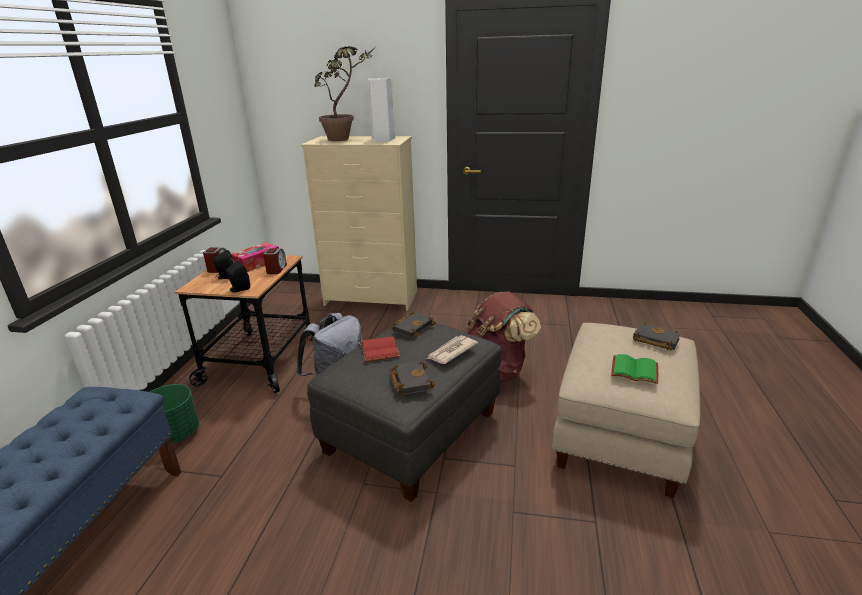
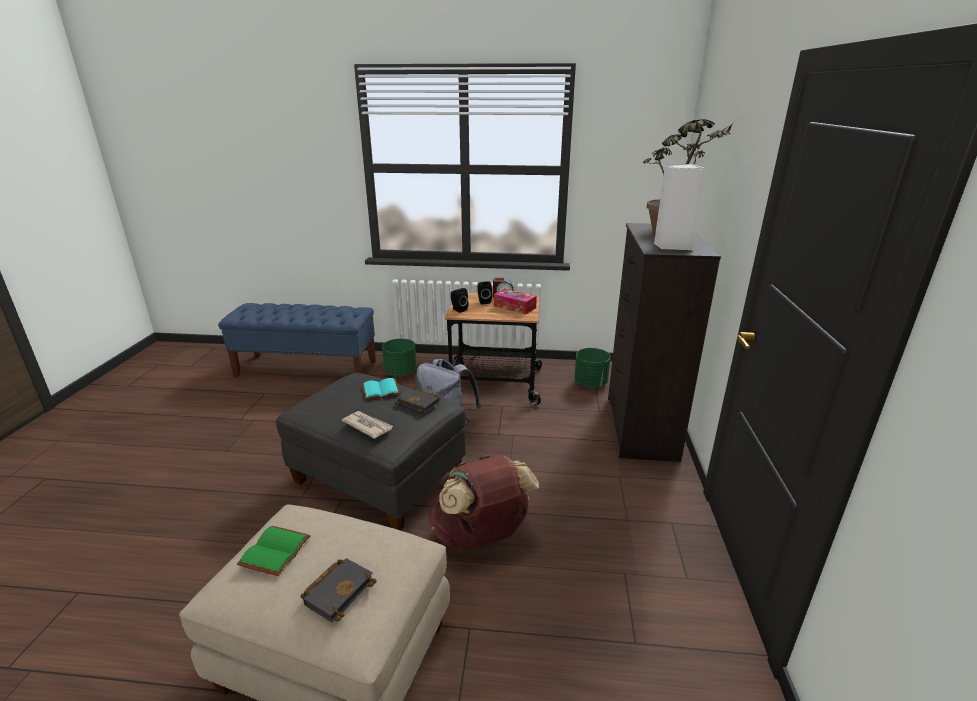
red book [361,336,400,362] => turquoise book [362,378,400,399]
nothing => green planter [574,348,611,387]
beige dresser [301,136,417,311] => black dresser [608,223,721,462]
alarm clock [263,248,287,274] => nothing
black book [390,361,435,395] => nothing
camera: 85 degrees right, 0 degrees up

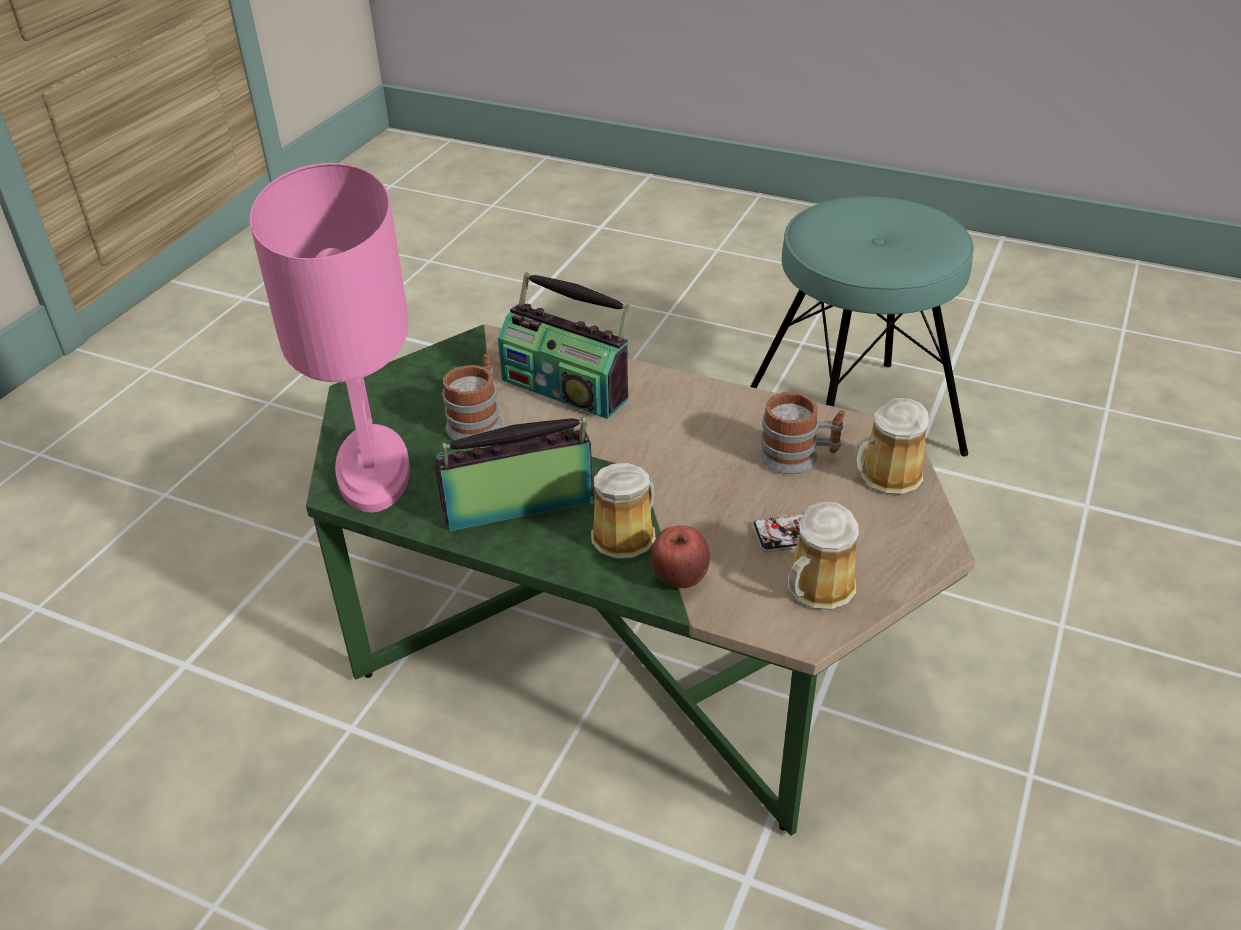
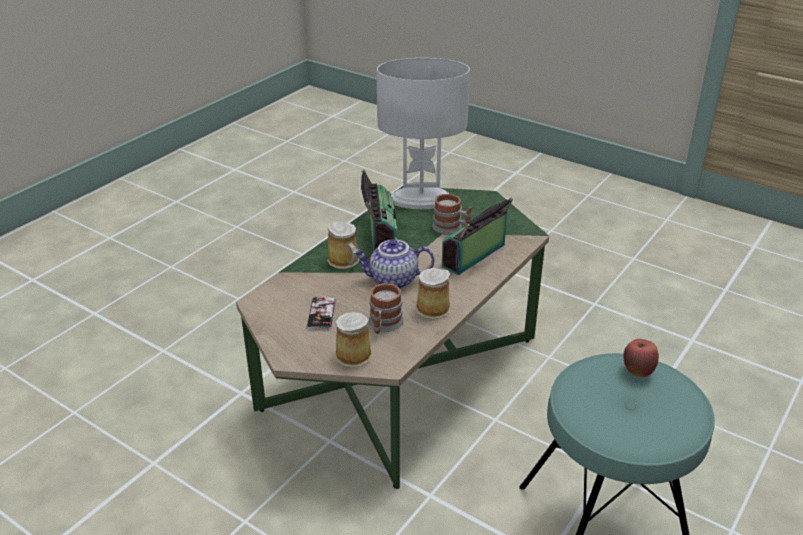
nothing => teapot [352,239,434,289]
pink table lamp [250,163,410,513] => white table lamp [377,58,470,209]
mug [788,502,859,609] => mug [415,268,451,320], moved
apple [651,525,710,588] => apple [623,339,659,377], moved
camera: 100 degrees right, 5 degrees down

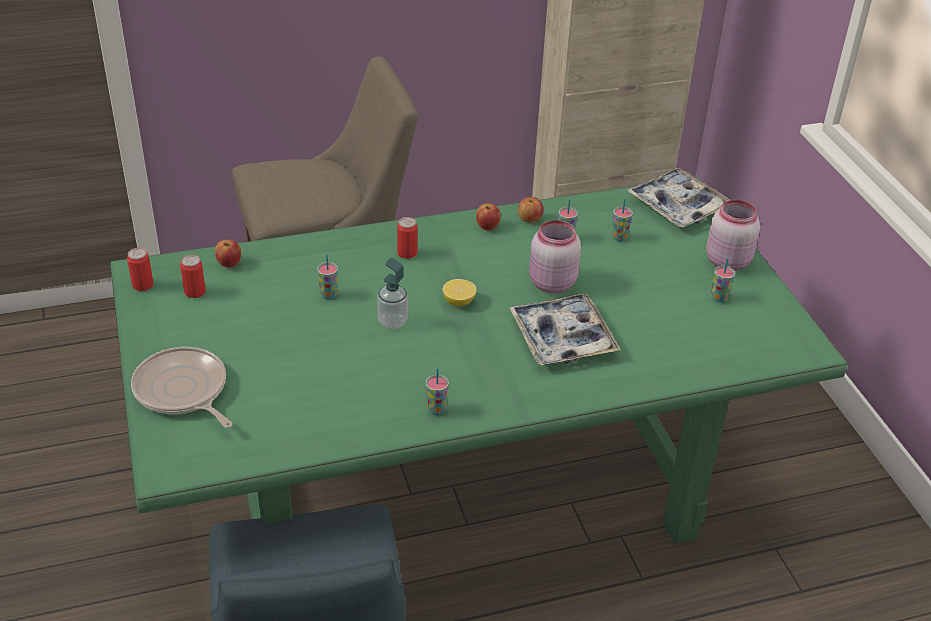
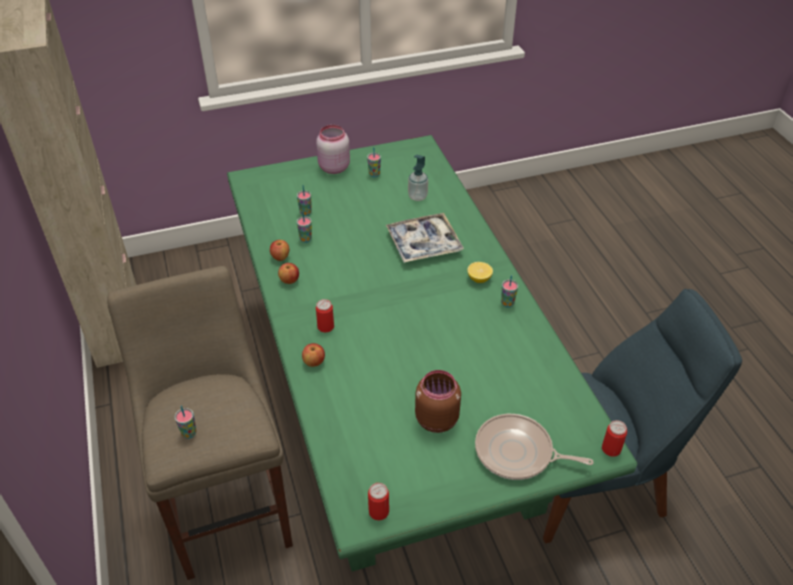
cup [317,254,338,299] => cup [175,406,197,439], moved
apple [215,239,241,268] => apple [302,343,325,367], moved
soap dispenser [377,258,408,329] => soap dispenser [408,154,428,201], moved
nothing => brown jar [415,370,461,433]
lemon [443,279,476,306] => lemon [467,262,493,283], moved
frying pan [131,347,233,428] => frying pan [475,414,594,480], 60 degrees clockwise
can [180,255,206,298] => can [602,420,627,457], moved
pink jar [529,220,581,293] => nothing
tray [626,168,729,228] => nothing
camera: 90 degrees left, 5 degrees up

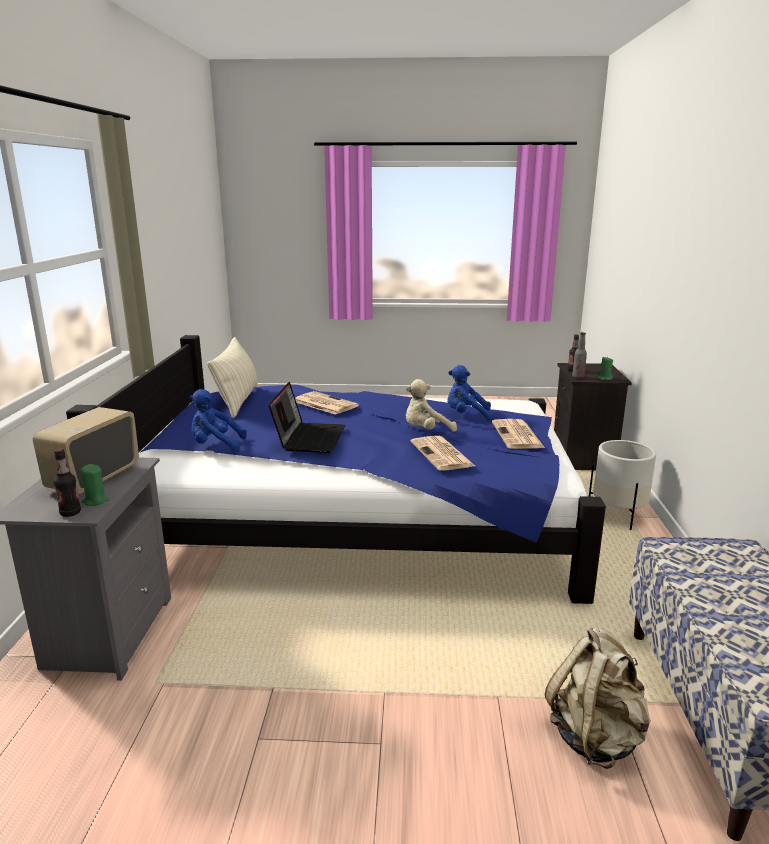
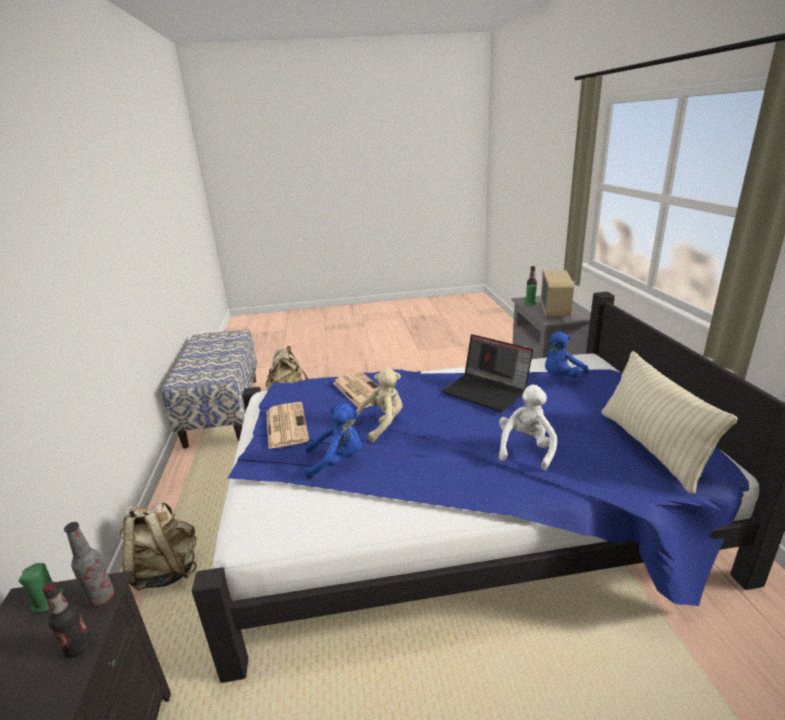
white planter [589,440,656,530] => beige backpack [120,502,197,590]
laptop [268,382,345,453] => laptop [442,334,533,412], 45 degrees counterclockwise
newspaper [295,391,359,415] => white plush toy [499,384,558,471]
blue plush toy [190,389,247,451] => blue plush toy [545,331,589,378], 150 degrees clockwise
camera: 170 degrees right, 5 degrees up

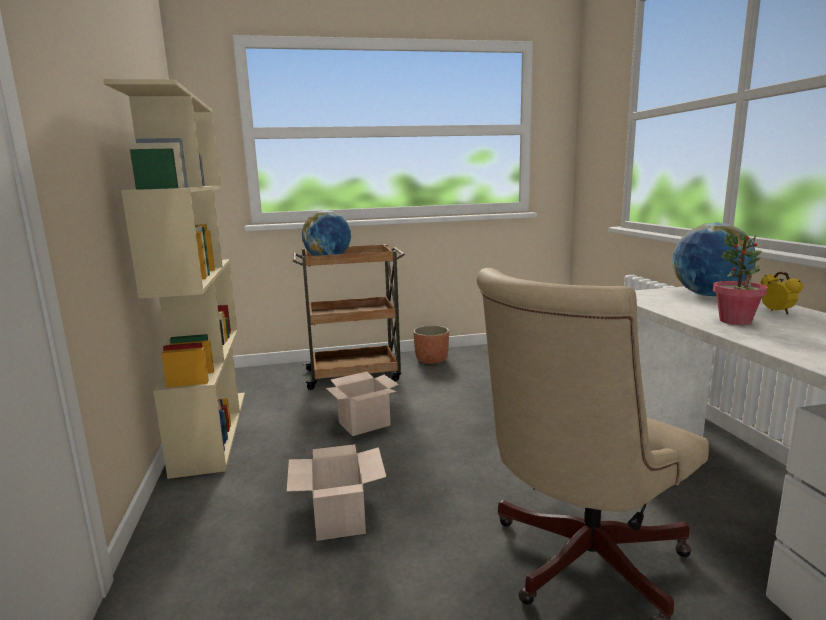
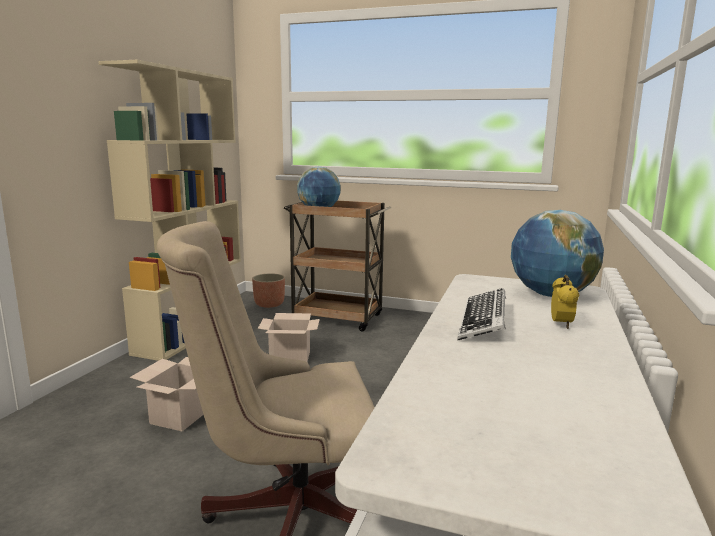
planter [413,326,449,364] => planter [252,273,285,308], moved
potted plant [713,233,768,325] => keyboard [458,288,506,340]
camera: 30 degrees right, 0 degrees up

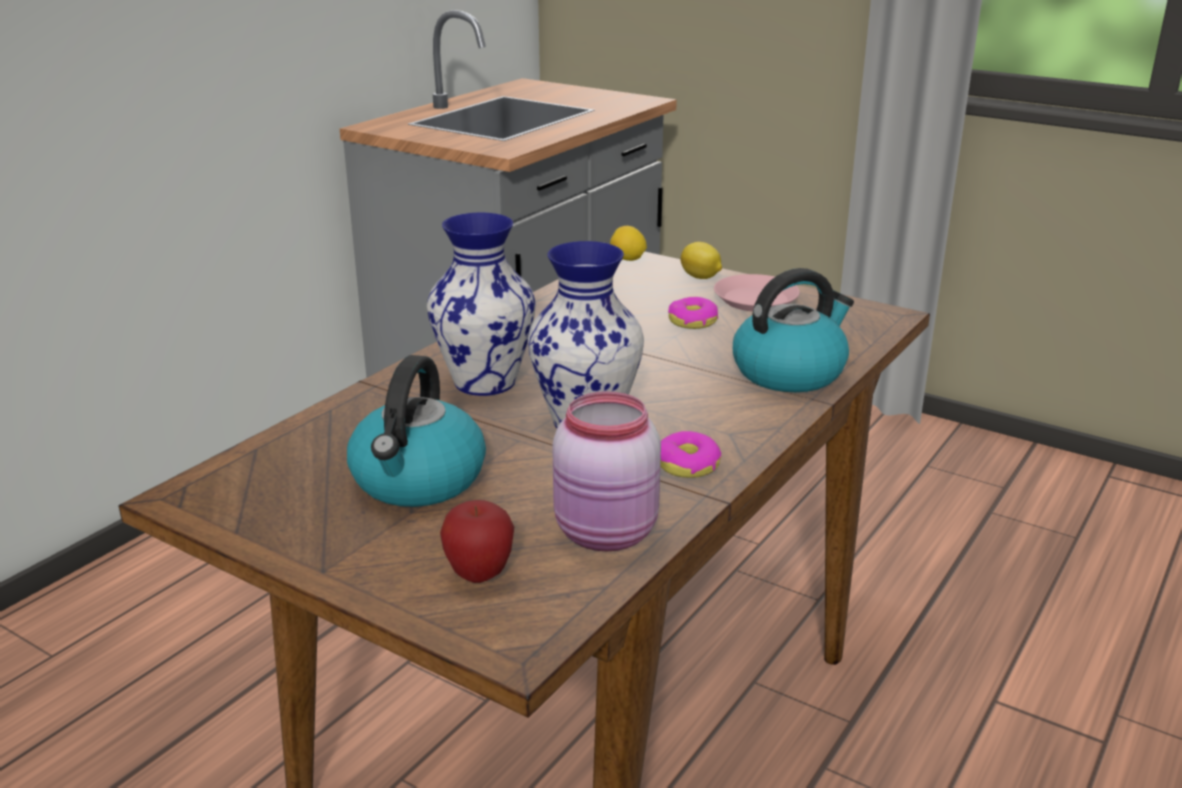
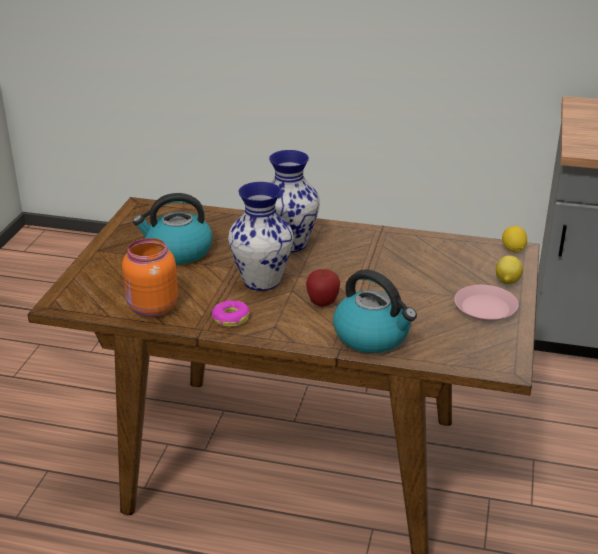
pink jar [552,391,661,551] => orange jar [122,238,178,317]
apple [440,500,514,583] => apple [306,269,340,307], moved
donut [668,297,718,329] => nothing
camera: 70 degrees right, 5 degrees up

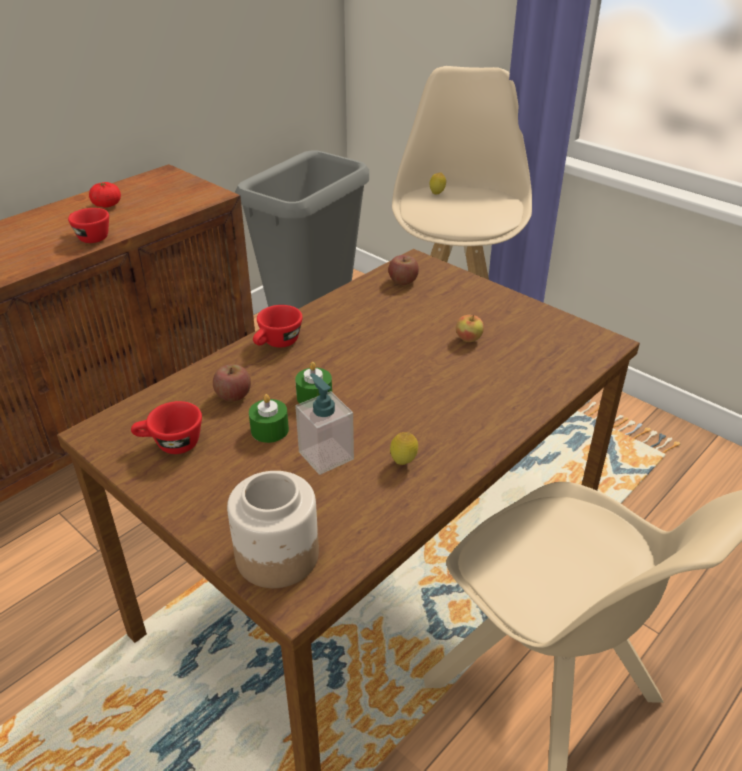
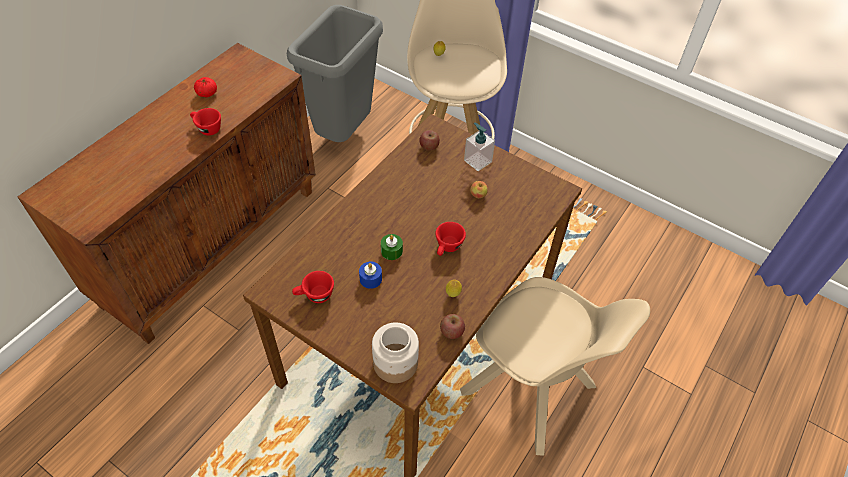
green candle [249,394,289,443] => blue candle [359,262,382,289]
red cup [253,305,303,348] => red cup [435,222,466,256], moved
apple [213,364,251,402] => apple [440,314,465,339], moved
soap dispenser [295,373,354,475] => soap dispenser [464,123,495,171], moved
camera: 10 degrees left, 15 degrees up

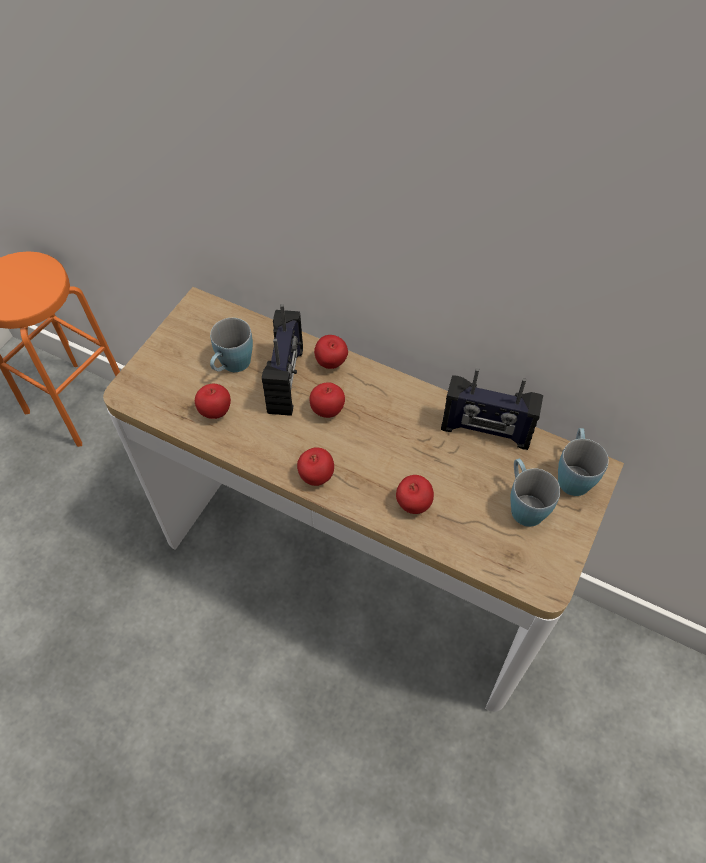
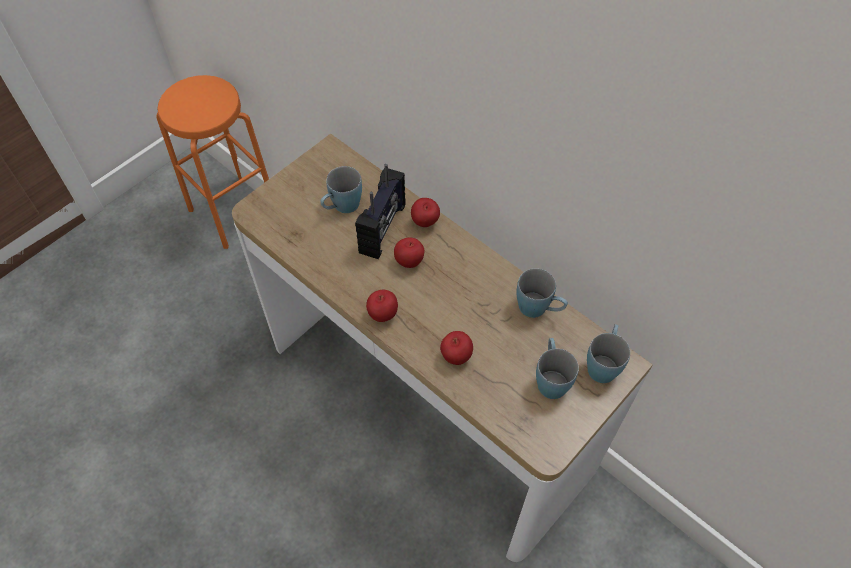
radio [441,368,543,450] => blue mug [516,268,568,318]
apple [195,384,231,419] => nothing
camera: 15 degrees right, 0 degrees up

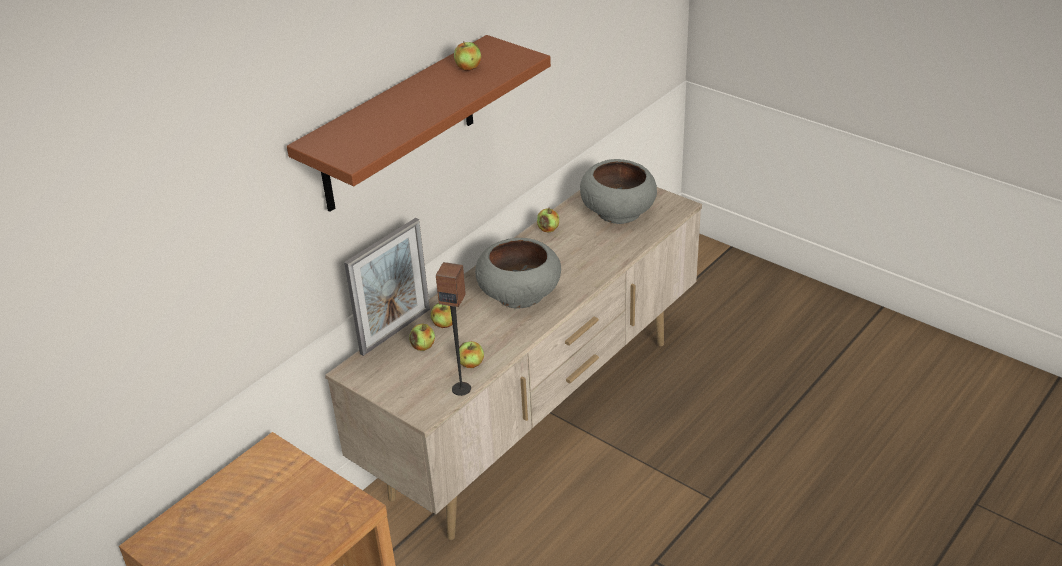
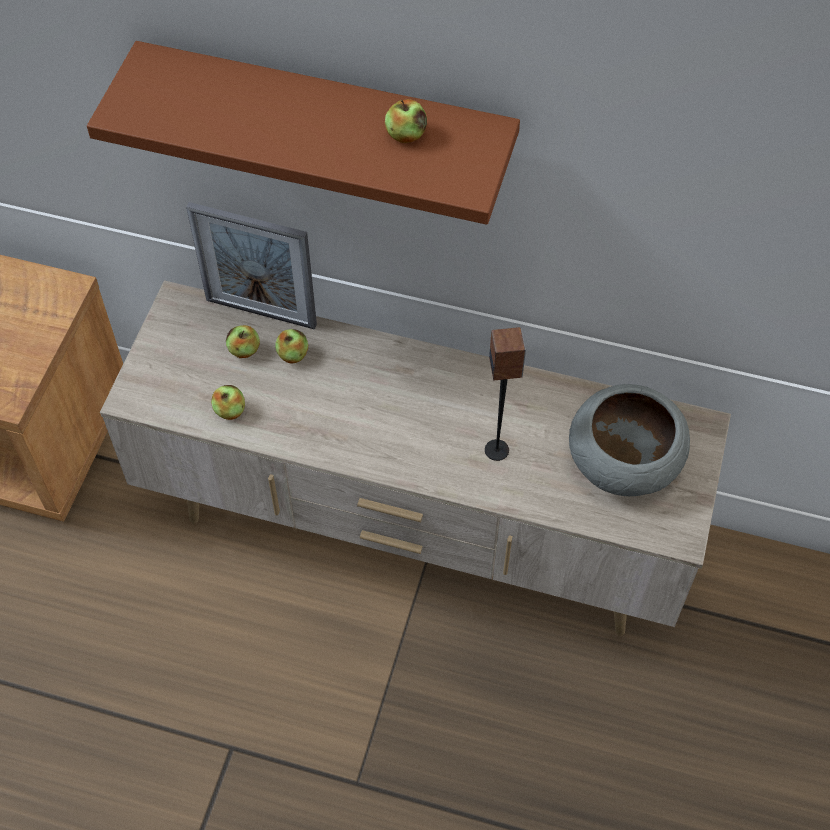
speaker [436,262,471,396] => speaker [485,327,526,461], moved
grey bowl [475,238,561,309] => nothing
apple [537,207,559,232] => nothing
camera: 65 degrees right, 20 degrees up

